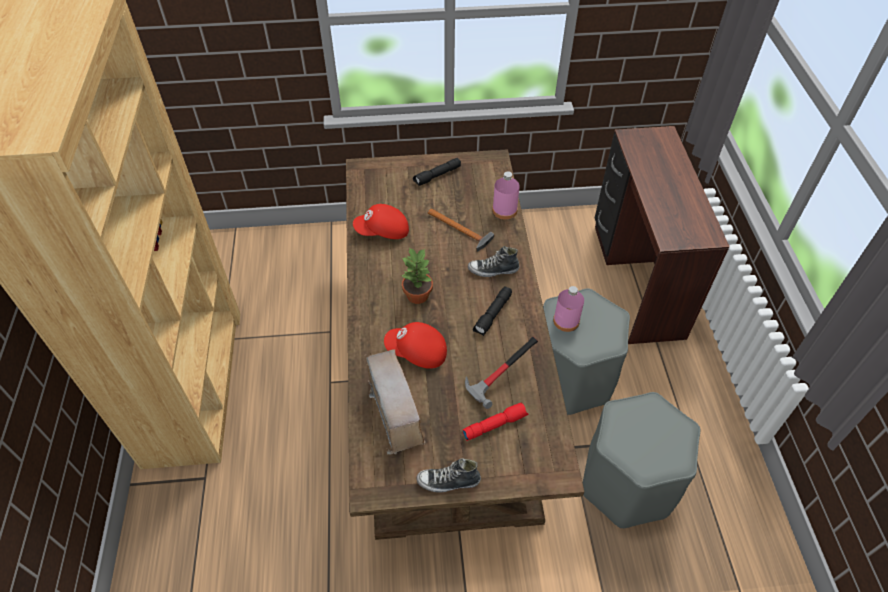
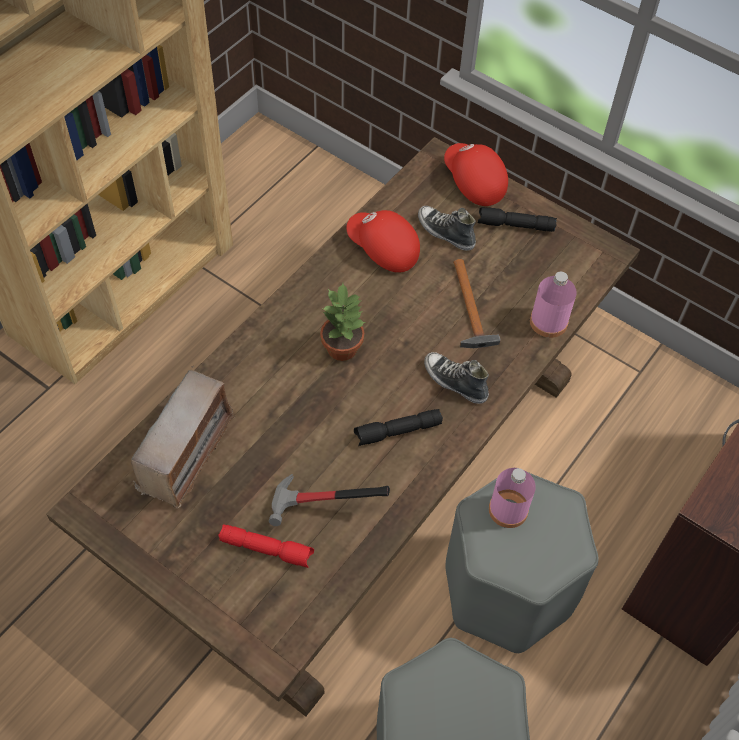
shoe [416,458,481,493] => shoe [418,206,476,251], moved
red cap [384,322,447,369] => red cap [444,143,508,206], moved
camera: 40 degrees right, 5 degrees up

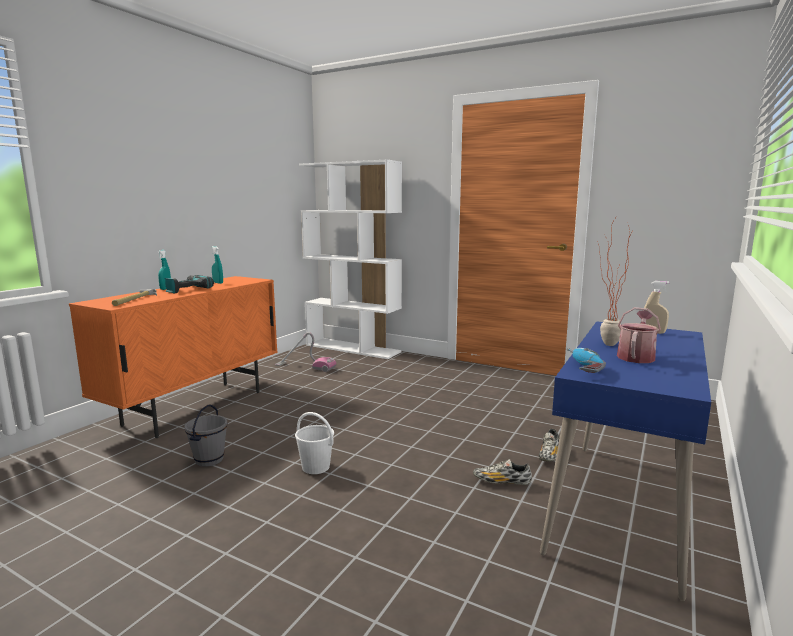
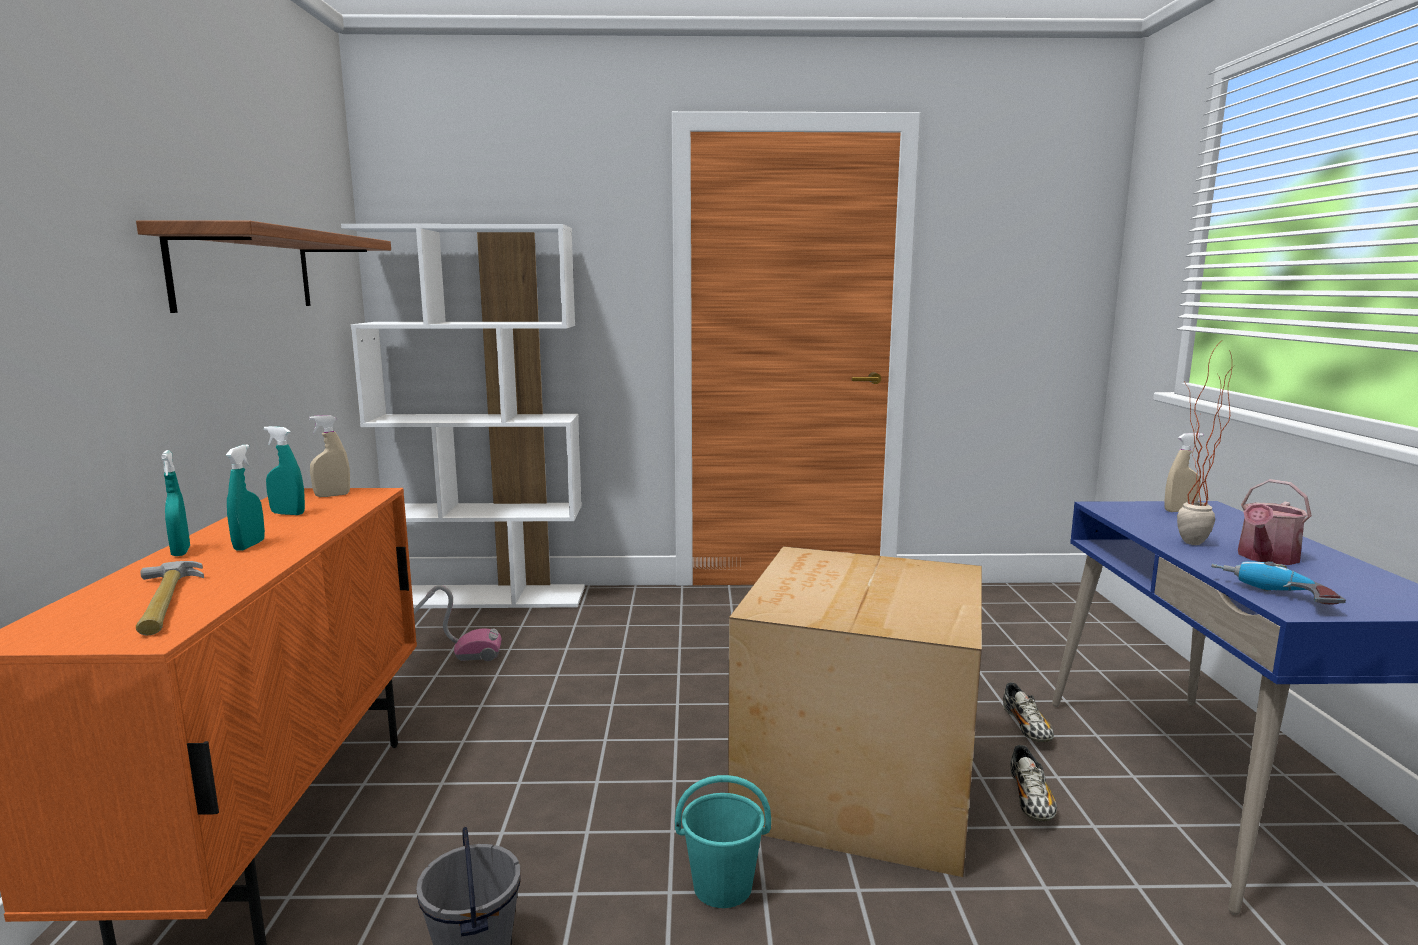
nothing => shelf [136,220,391,313]
power drill [164,275,214,294] => turquoise spray bottle [226,444,265,551]
nothing => beige spray bottle [309,415,350,497]
white bucket [295,412,334,474] => turquoise bucket [675,775,771,908]
nothing => cardboard box [728,546,982,877]
shoe [473,459,532,485] => shoe [1010,745,1057,821], 60 degrees counterclockwise
watering can [617,307,661,363] => watering can [1238,479,1312,565], 135 degrees counterclockwise
camera: 30 degrees left, 0 degrees up

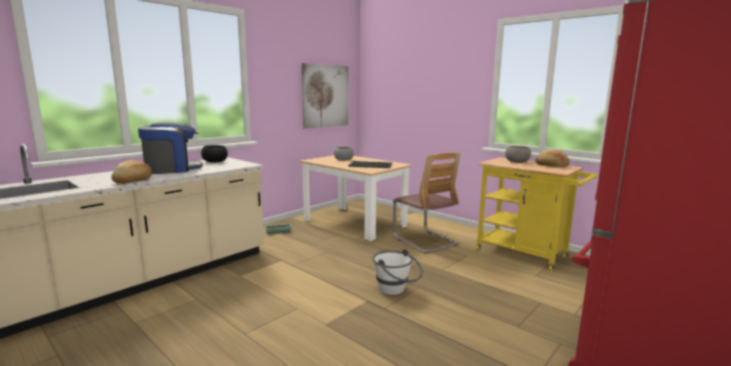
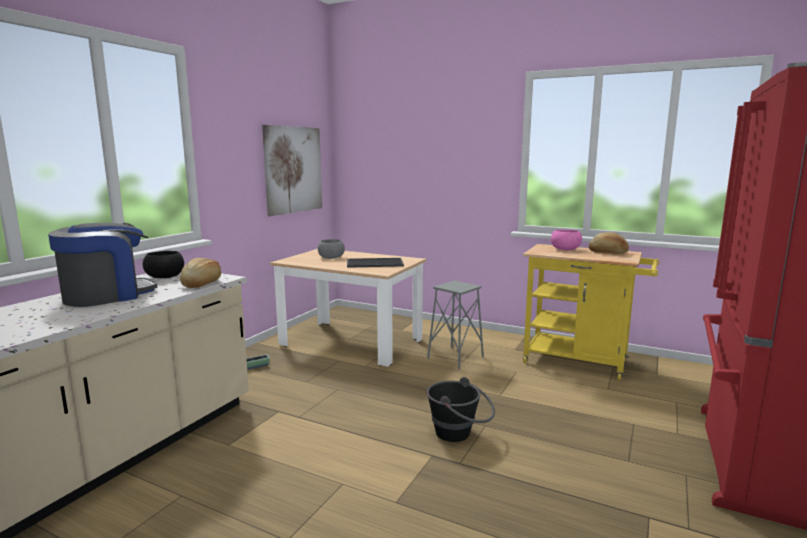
bread [111,160,152,184] => bread [180,258,221,288], moved
white bucket [372,249,422,295] => black bucket [426,377,495,442]
chair [393,152,461,254] => grey stool [427,281,484,370]
grey bowl [505,146,531,163] => pink bowl [551,230,582,251]
camera: 15 degrees left, 0 degrees up

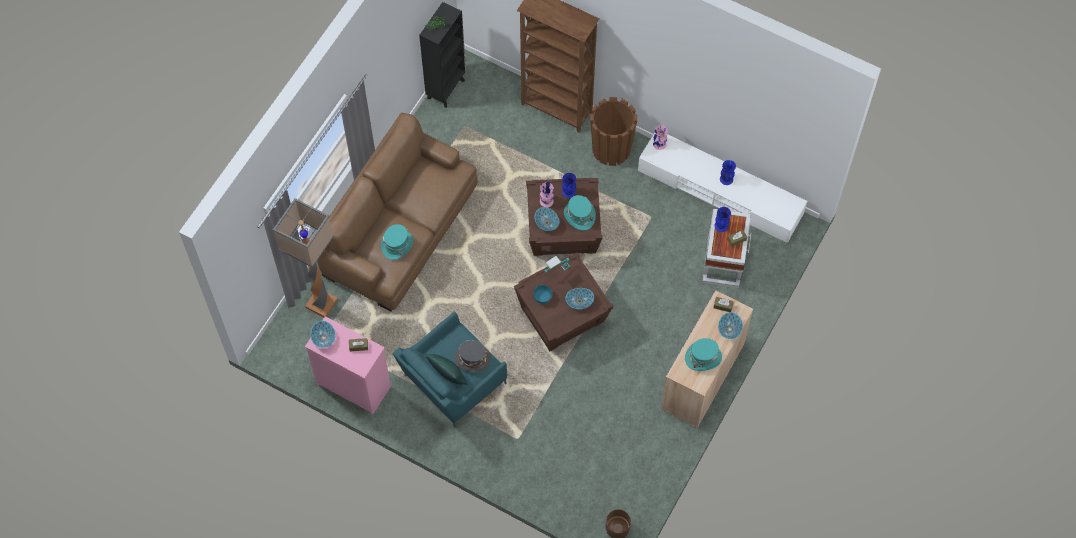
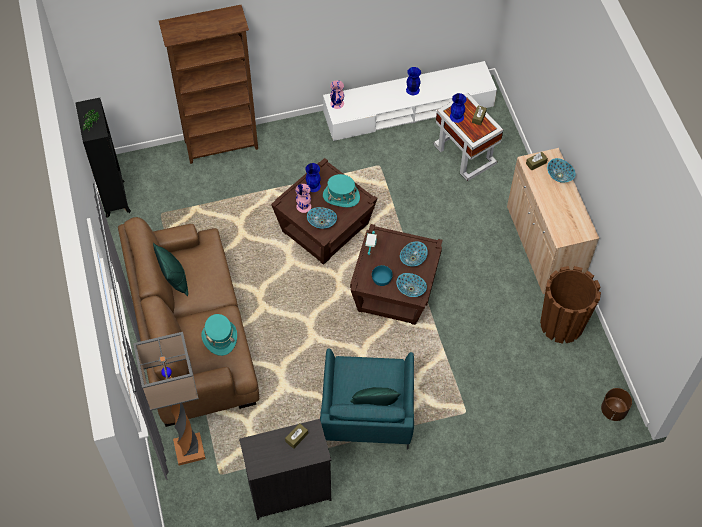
nothing => green pillow [153,243,188,296]
pink dresser [305,316,391,415] => black dresser [239,419,331,520]
bowl [311,321,335,348] => bowl [397,273,427,297], moved
brown planter [590,97,637,166] => brown planter [540,266,601,344], moved
grey hat [455,340,491,372] => nothing
turquoise hat [685,338,722,371] => nothing
camera: 45 degrees left, 5 degrees down

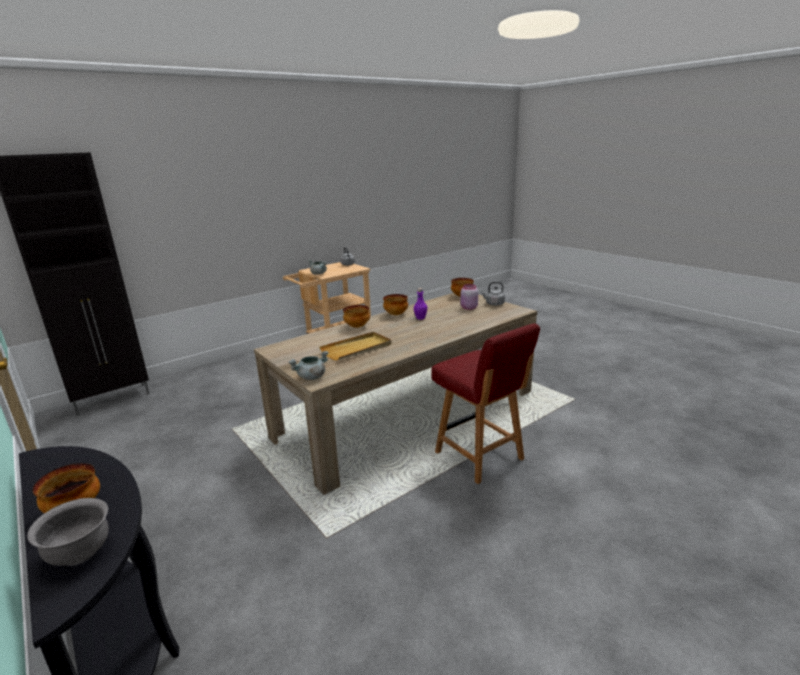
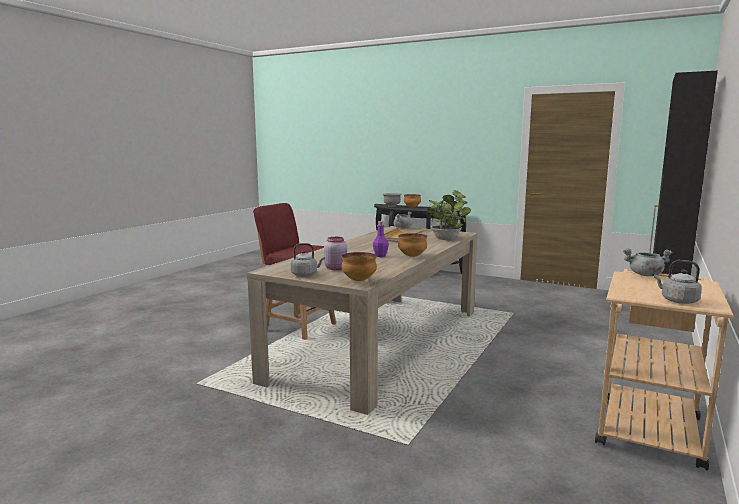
nothing => potted plant [427,190,471,240]
bowl [343,305,370,328] => nothing
camera: 155 degrees right, 10 degrees down

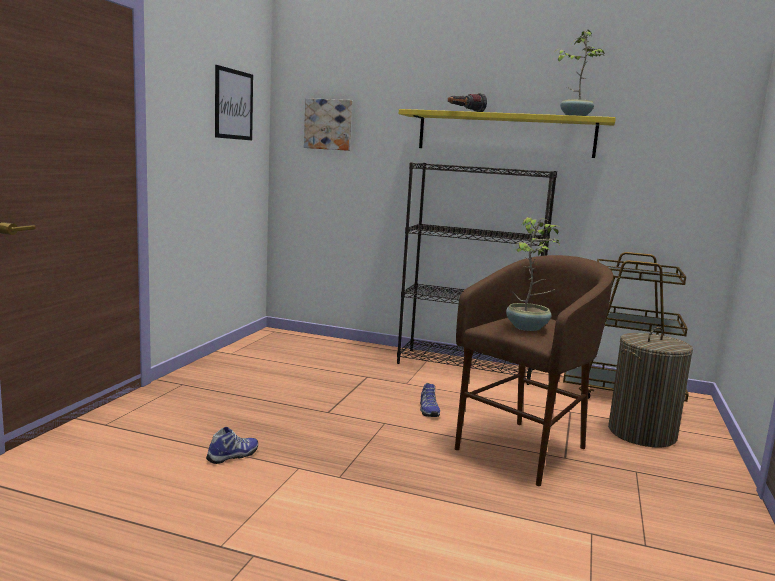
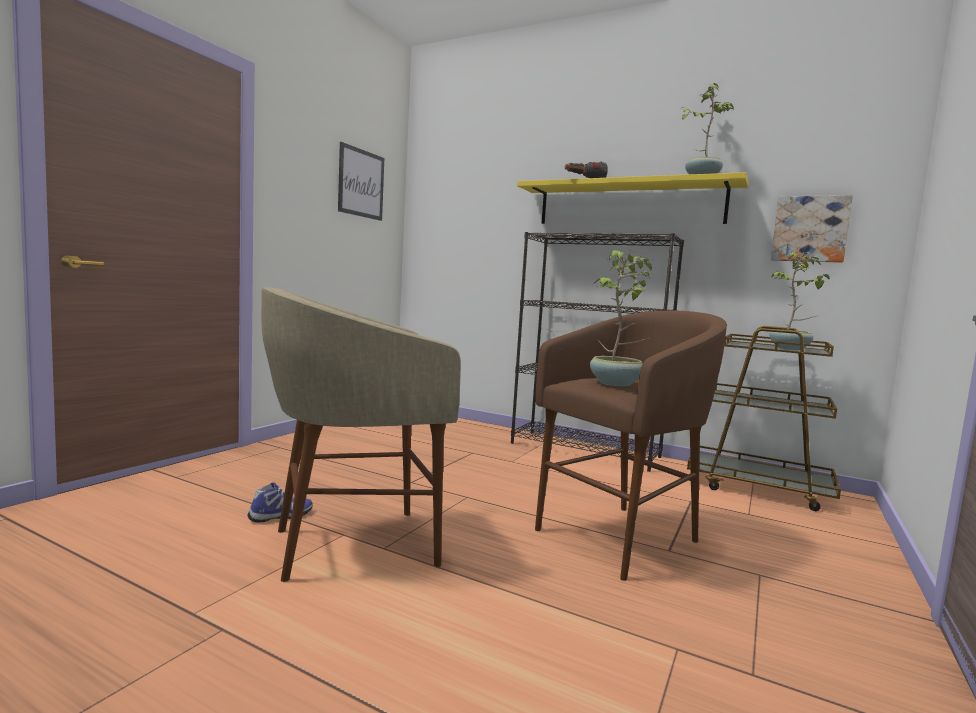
nothing => beige stool [261,287,461,582]
nothing => potted plant [769,252,830,350]
picture [304,98,352,151] => picture [771,195,853,263], moved
shoe [420,383,440,417] => nothing
laundry basket [608,327,693,447] => nothing
camera: 10 degrees right, 5 degrees down

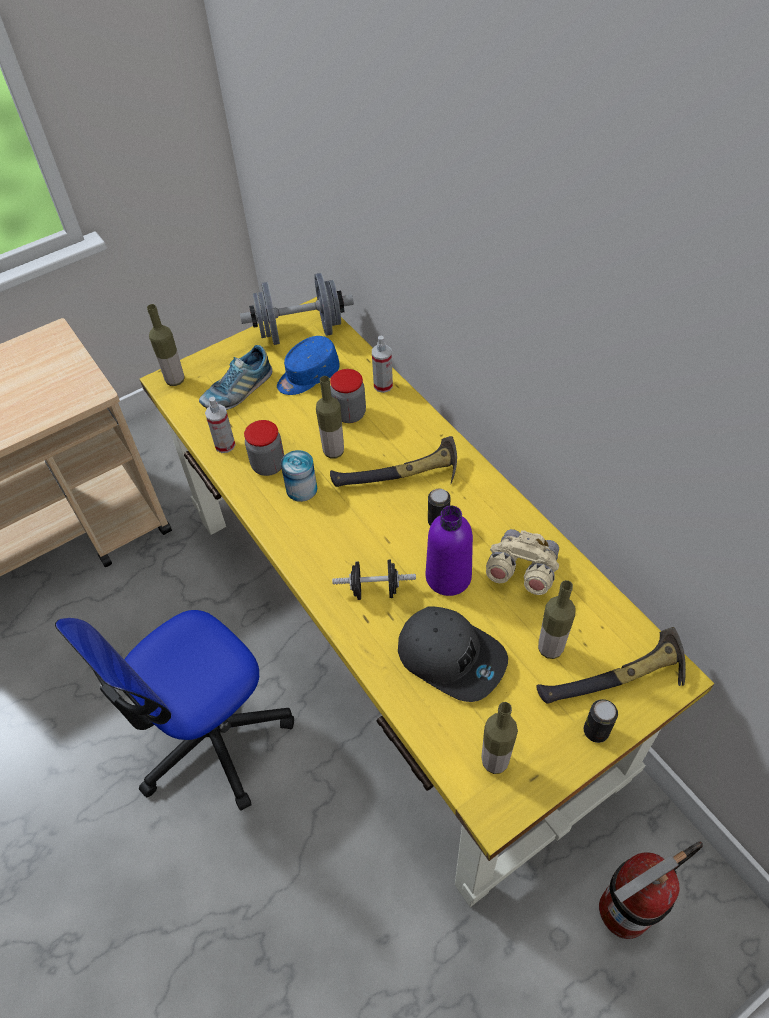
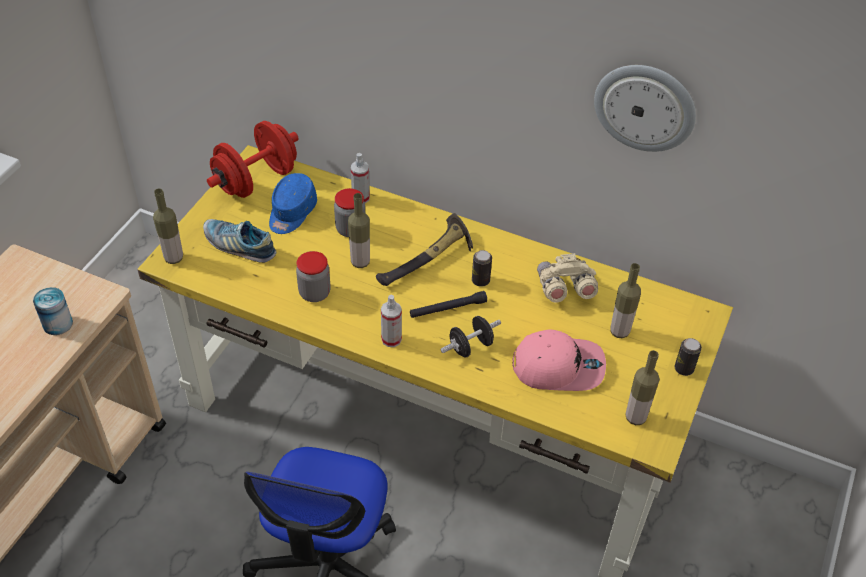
can [281,450,317,502] => can [33,287,73,335], moved
shoe [199,345,272,410] => shoe [203,219,276,263], 105 degrees clockwise
grey dumbbell [240,273,354,345] => red dumbbell [207,121,299,198]
spray bottle [205,397,236,453] => spray bottle [381,295,402,347], moved
nothing => black flashlight [410,291,487,318]
grey cap [398,606,508,702] => pink cap [512,329,606,391]
nothing => wall clock [594,65,696,152]
purple bottle [426,506,473,596] => nothing
hammer [537,627,686,704] => nothing
fire extinguisher [599,842,703,939] => nothing
camera: 35 degrees left, 5 degrees down

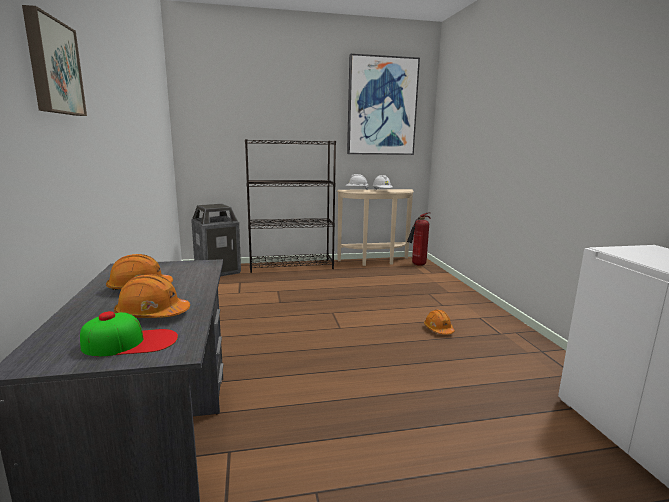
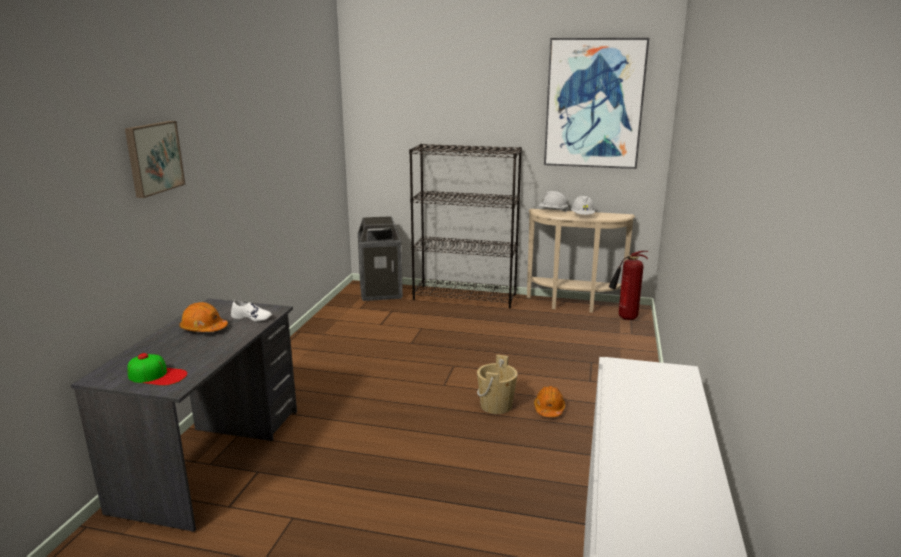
nothing => white shoe [231,300,272,321]
nothing => beige bucket [477,355,518,414]
orange hard hat [114,274,190,318] => nothing
camera: 25 degrees right, 5 degrees up

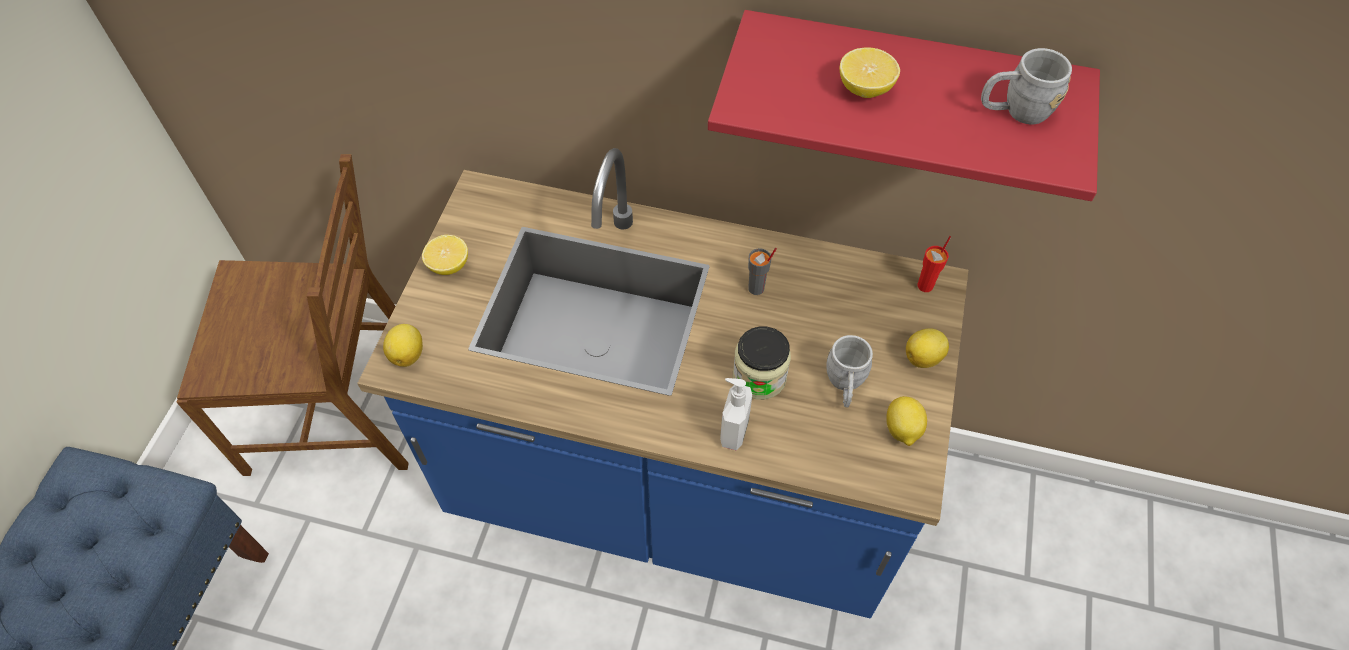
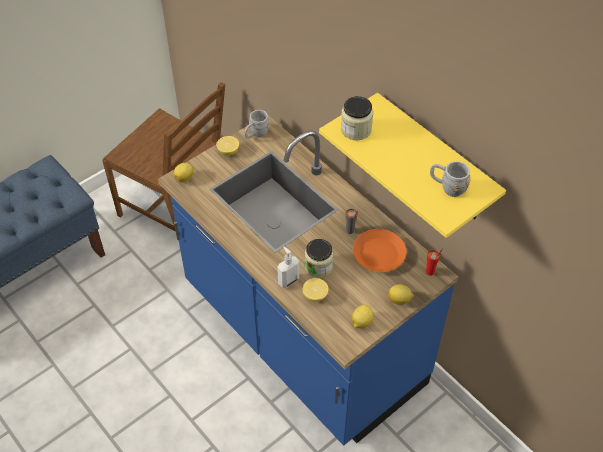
grey mug [826,335,873,407] => grey mug [244,110,269,139], moved
lemon [840,47,900,98] => lemon [302,278,329,302], moved
red shelf [708,10,1100,201] => yellow shelf [319,93,506,238]
nothing => jar [341,96,373,140]
nothing => orange plate [353,229,407,272]
camera: 35 degrees right, 5 degrees down

